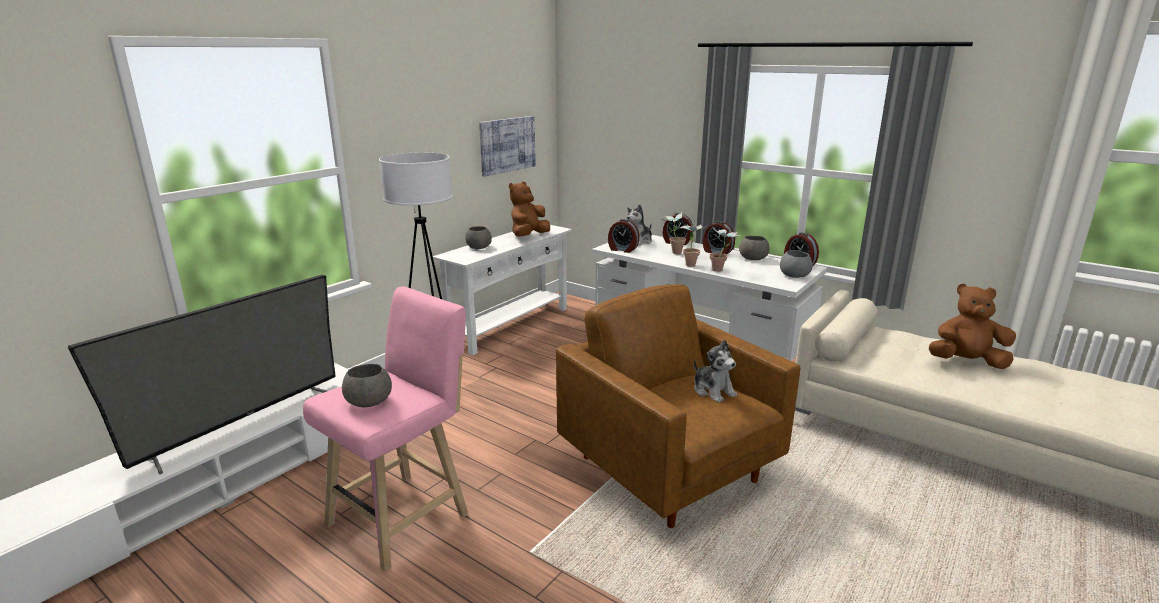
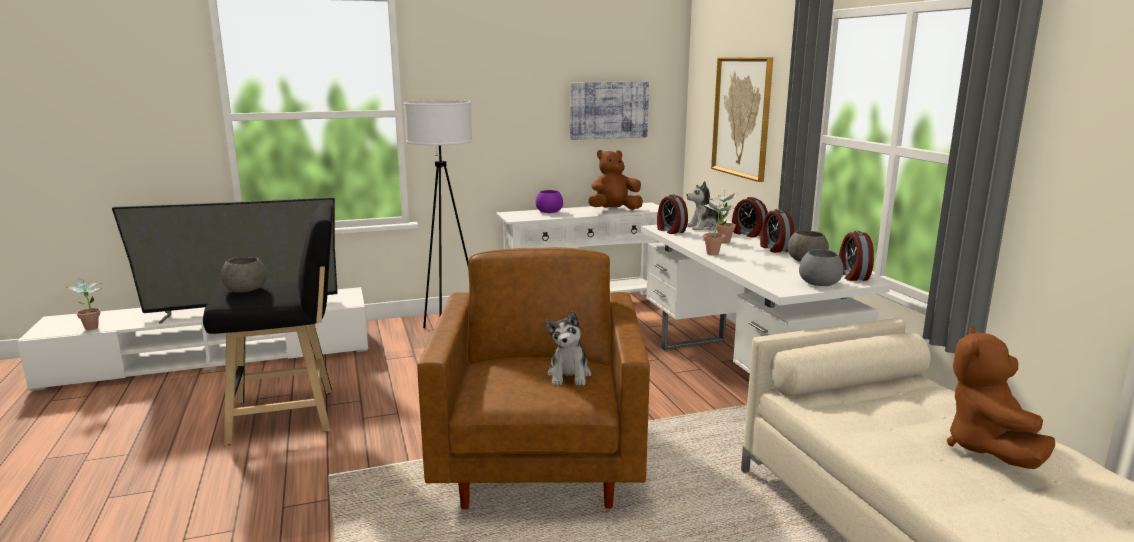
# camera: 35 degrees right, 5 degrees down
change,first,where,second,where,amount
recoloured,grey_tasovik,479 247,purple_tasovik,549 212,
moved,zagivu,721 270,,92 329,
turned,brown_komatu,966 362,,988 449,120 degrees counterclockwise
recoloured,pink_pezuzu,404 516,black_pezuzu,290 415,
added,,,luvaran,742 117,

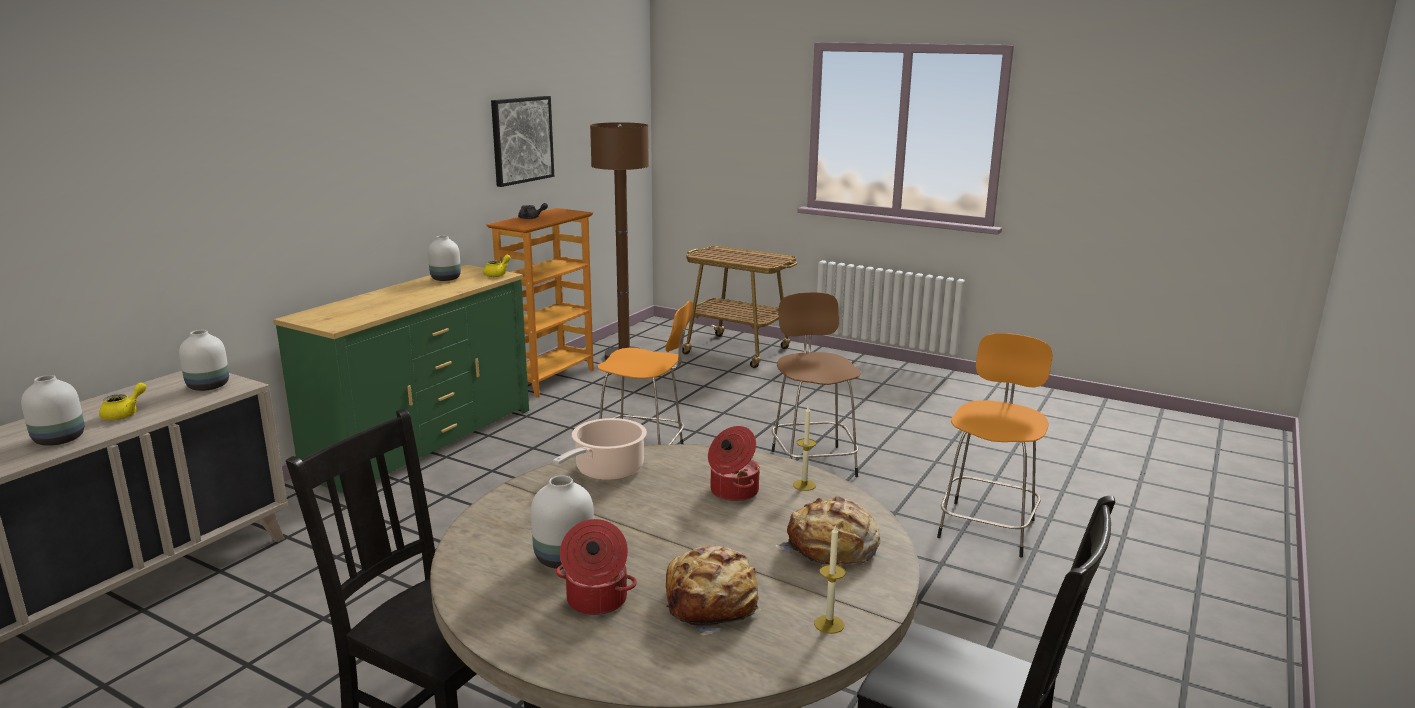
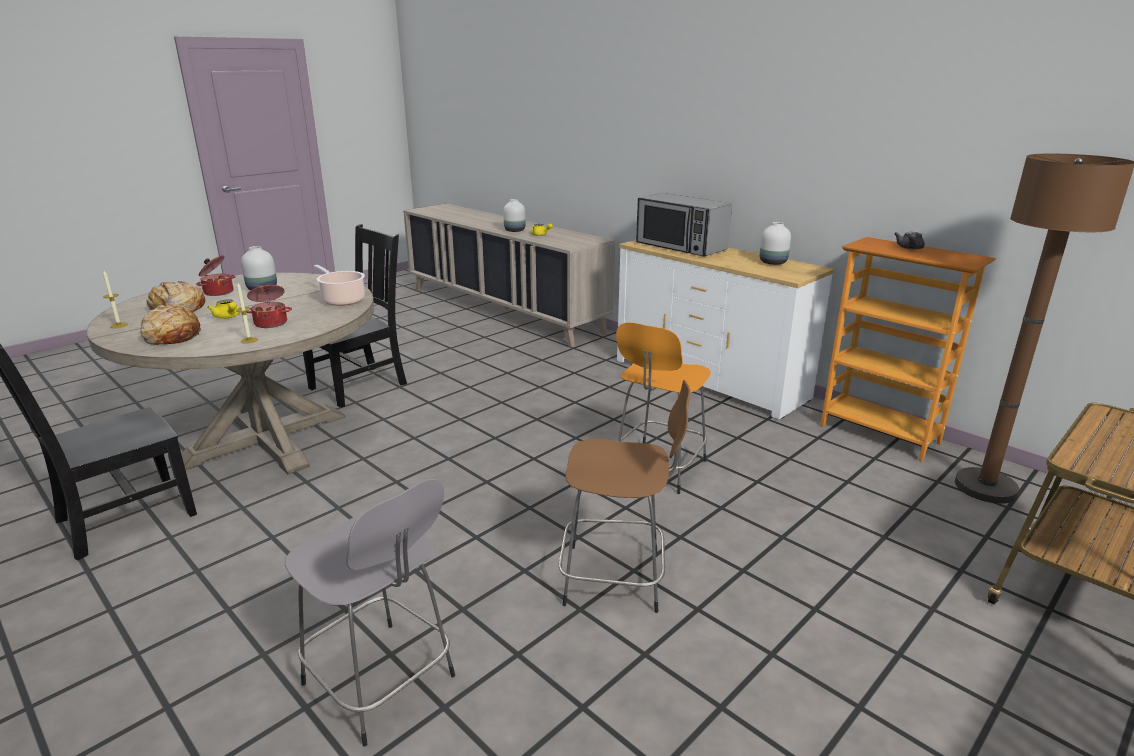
# camera: 105 degrees right, 5 degrees up
change,first,where,second,where,amount
removed,luvaran,521 140,,,
moved,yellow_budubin,498 274,,228 317,
recoloured,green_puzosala,423 442,white_puzosala,709 379,
removed,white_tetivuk,207 387,,,
recoloured,orange_pezuzu,987 526,grey_pezuzu,382 683,
added,,,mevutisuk,680 247,

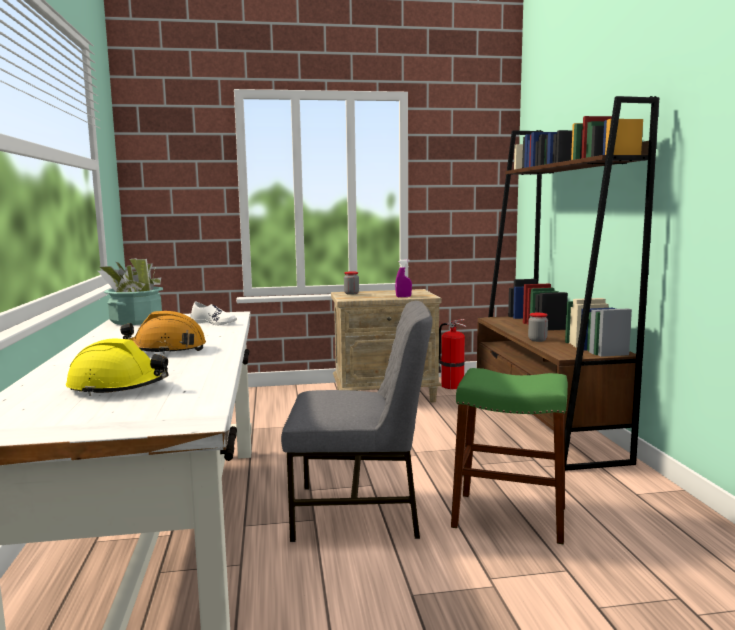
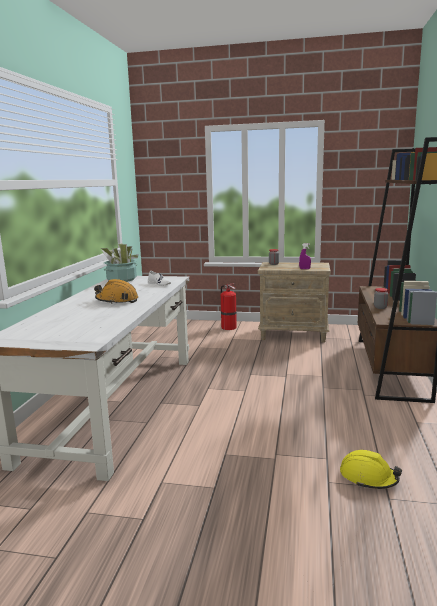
# camera: 20 degrees right, 5 degrees up
change,first,where,second,where,amount
removed,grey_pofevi,360 512,,,
moved,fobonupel,451 385,,228 327,
moved,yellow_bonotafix,118 387,,368 477,
removed,green_pezuzu,509 517,,,

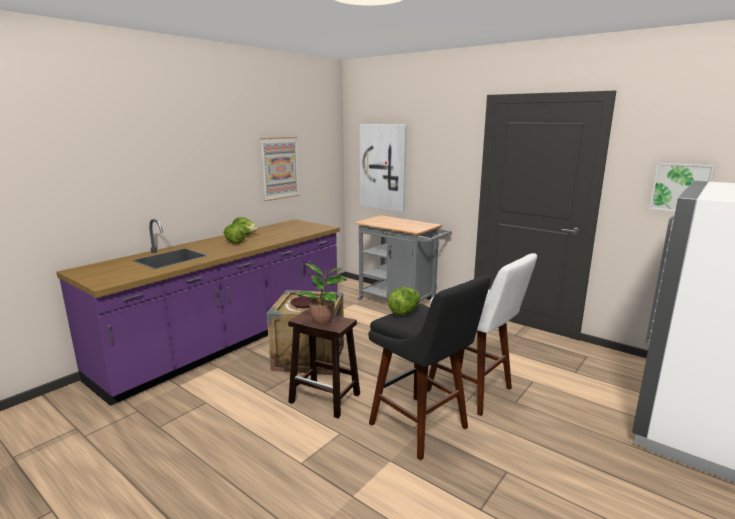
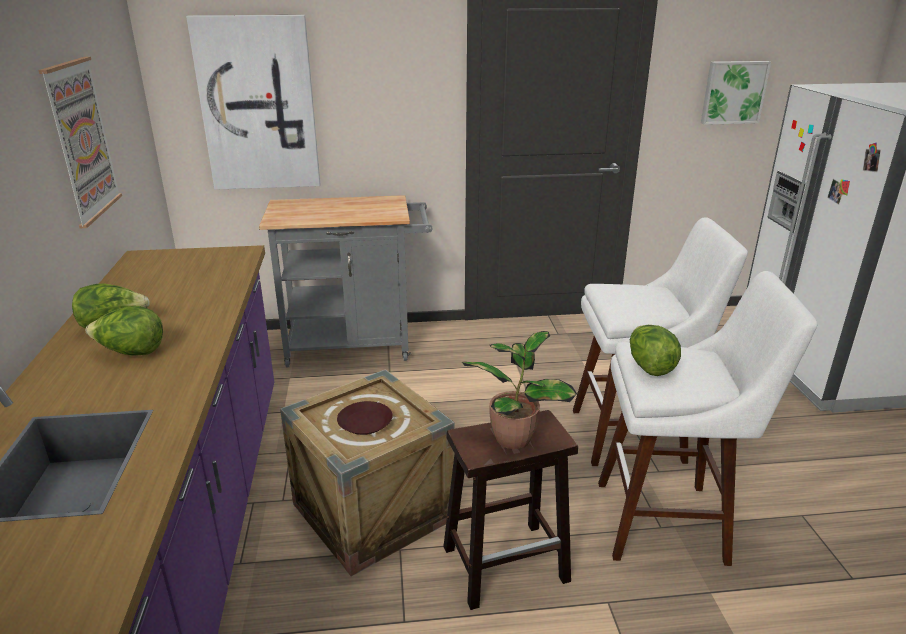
# camera: 45 degrees left, 10 degrees up
change,first,where,second,where,amount
recoloured,black_pezuzu,423 429,white_pezuzu,670 521,

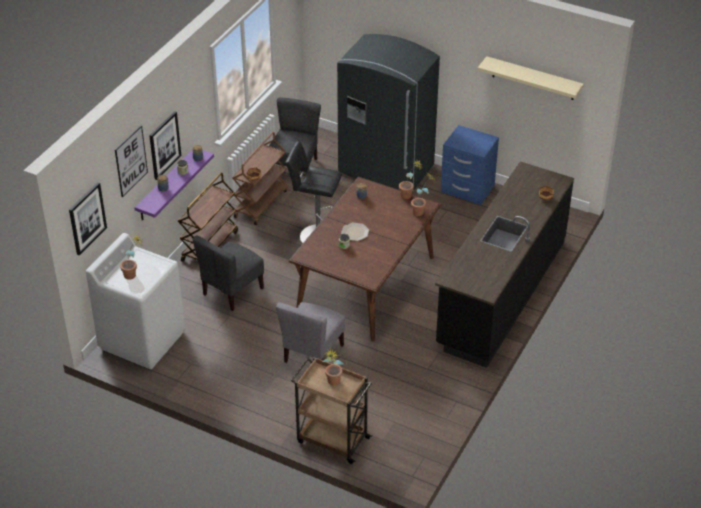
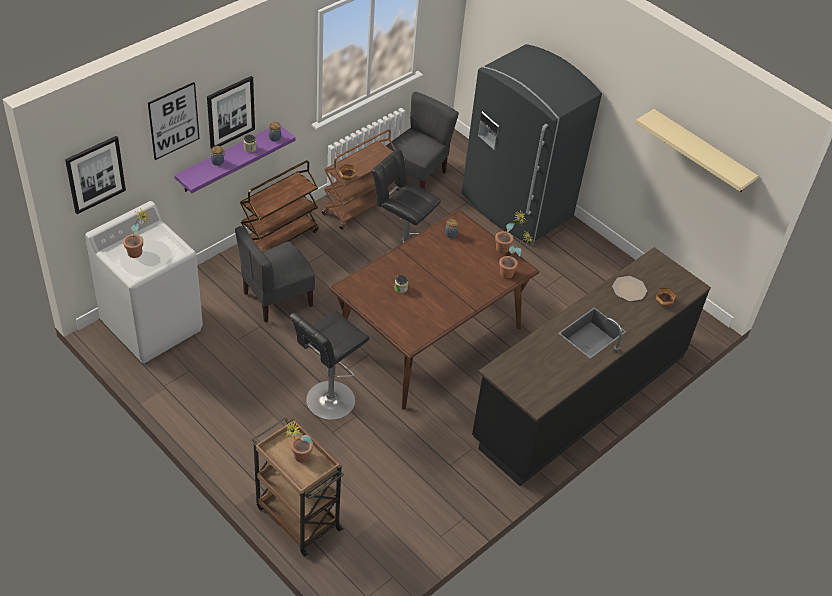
# camera: 15 degrees right, 5 degrees up
change,first,where,second,where,amount
removed,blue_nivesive,467 189,,,
moved,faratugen,355 232,,629 289,
replaced,grey_pofevi,312 353,black_pezuzu,328 402,

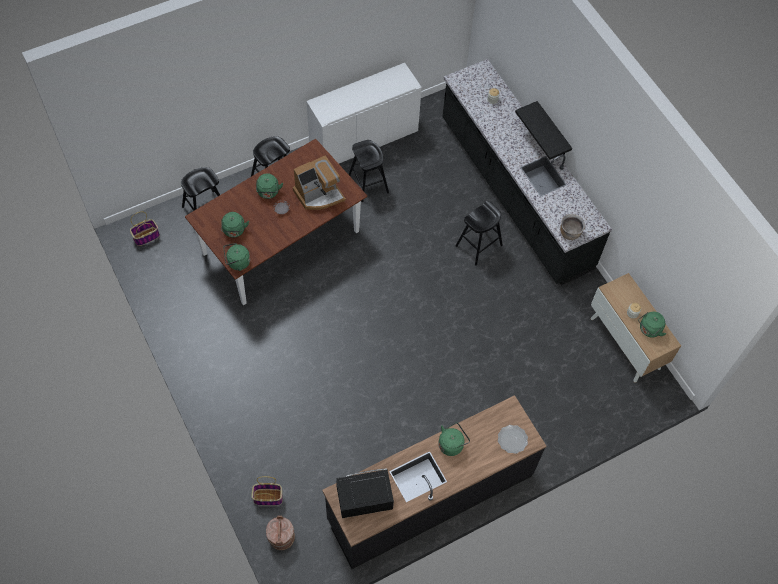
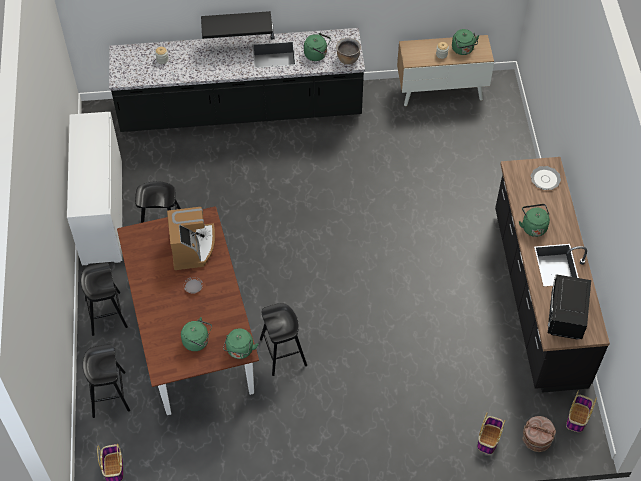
# camera: 65 degrees left, 5 degrees down
change,first,where,second,where,amount
moved,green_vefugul,268 192,,317 54,
moved,black_pezuzu,479 245,,283 352,
added,,,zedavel,577 418,

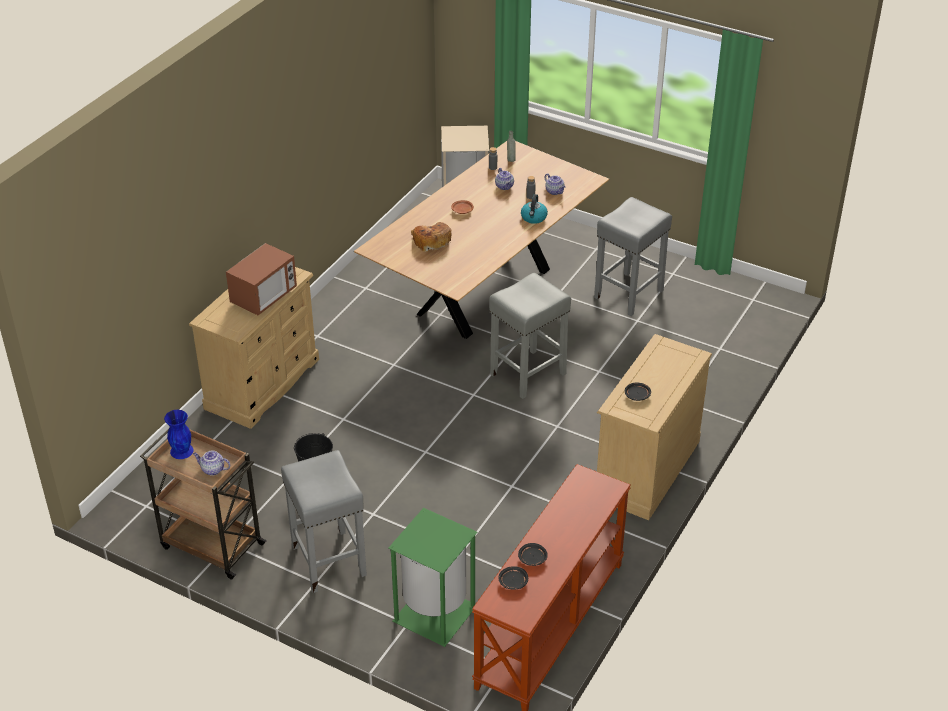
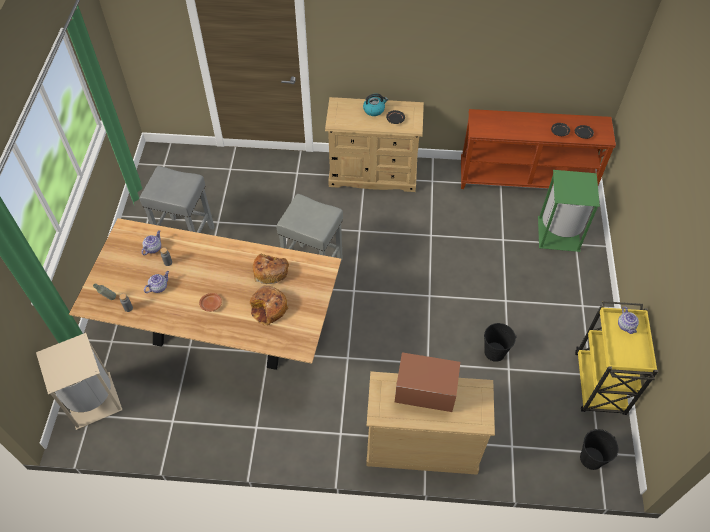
# camera: 115 degrees left, 15 degrees up
change,first,where,second,where,amount
moved,vefugul,534 218,,374 110,
removed,blue_tetivuk,182 451,,,
recoloured,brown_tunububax,211 545,yellow_tunububax,599 385,
removed,grey_pezuzu,328 560,,,
added,,,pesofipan,270 271,
added,,,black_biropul,591 458,

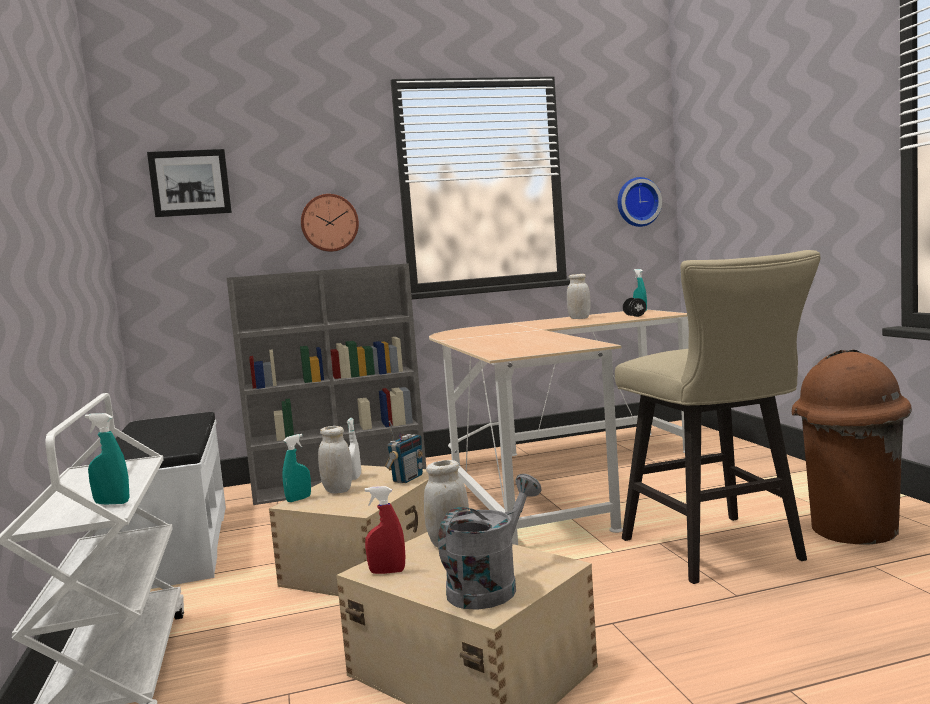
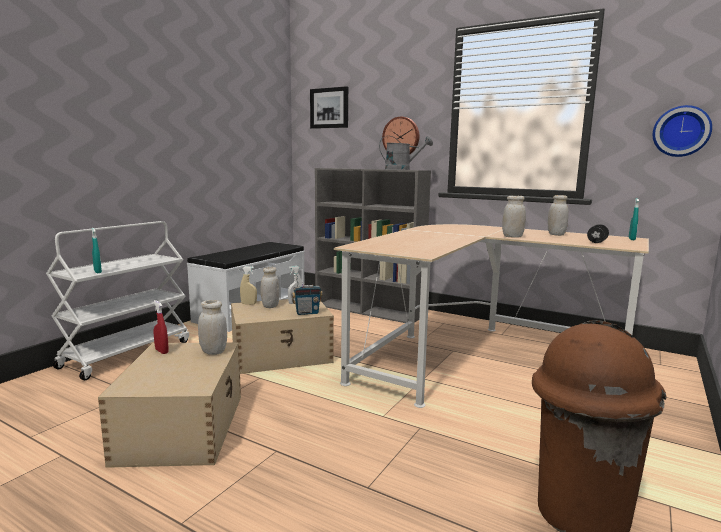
# camera: 45 degrees right, 5 degrees up
change,first,where,second,where,amount
removed,beige_pezuzu,719 553,,,
recoloured,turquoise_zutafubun,299 499,beige_zutafubun,248 304,
moved,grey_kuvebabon,490 586,,402 169,
added,,,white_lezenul,512 237,

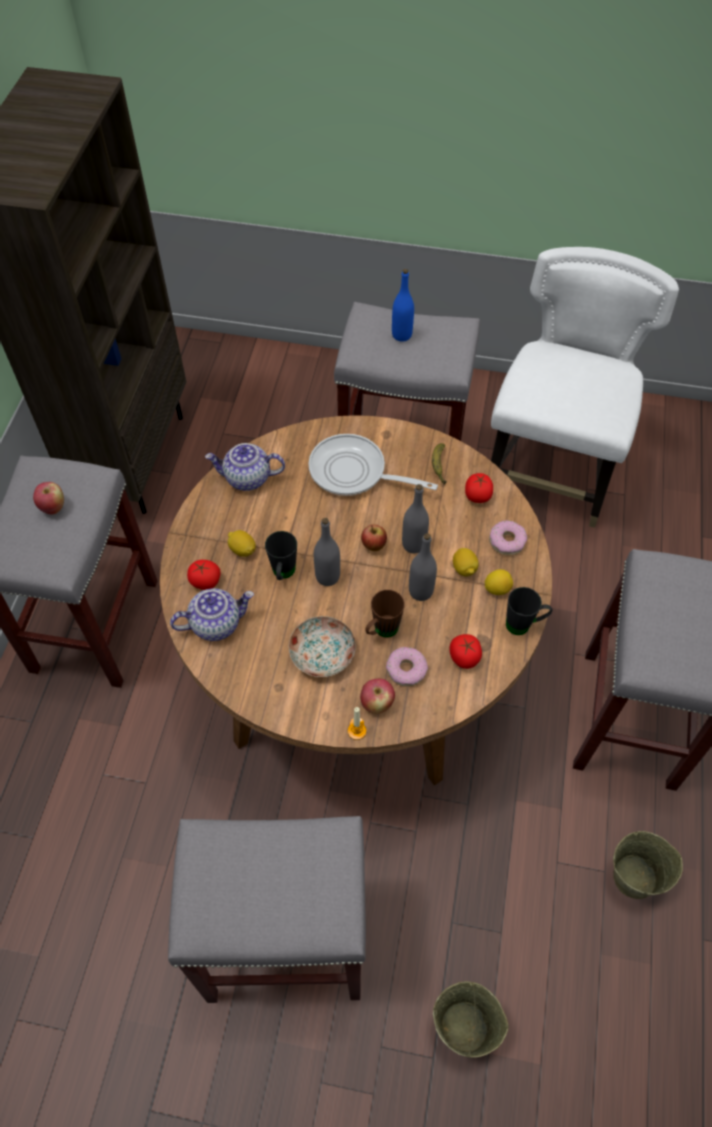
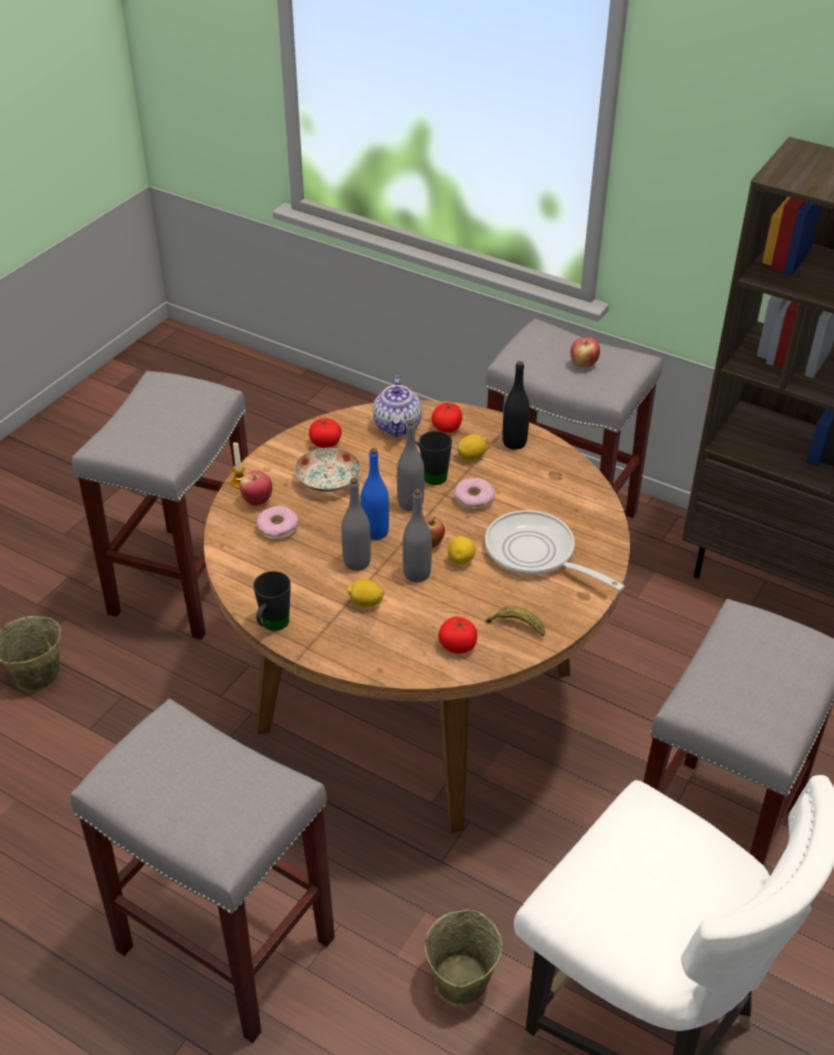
# camera: 110 degrees right, 15 degrees down
change,first,where,second,where,amount
moved,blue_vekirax,401 335,,375 532,
turned,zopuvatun,354 472,,536 554,90 degrees counterclockwise
removed,budubin,247 478,,,
moved,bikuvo,506 541,,474 499,
moved,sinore,497 589,,461 560,
removed,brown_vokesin,381 631,,,
moved,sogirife,464 657,,325 443,
moved,beige_biropul,635 877,,460 981,
added,,,black_vekirax,514 442,

